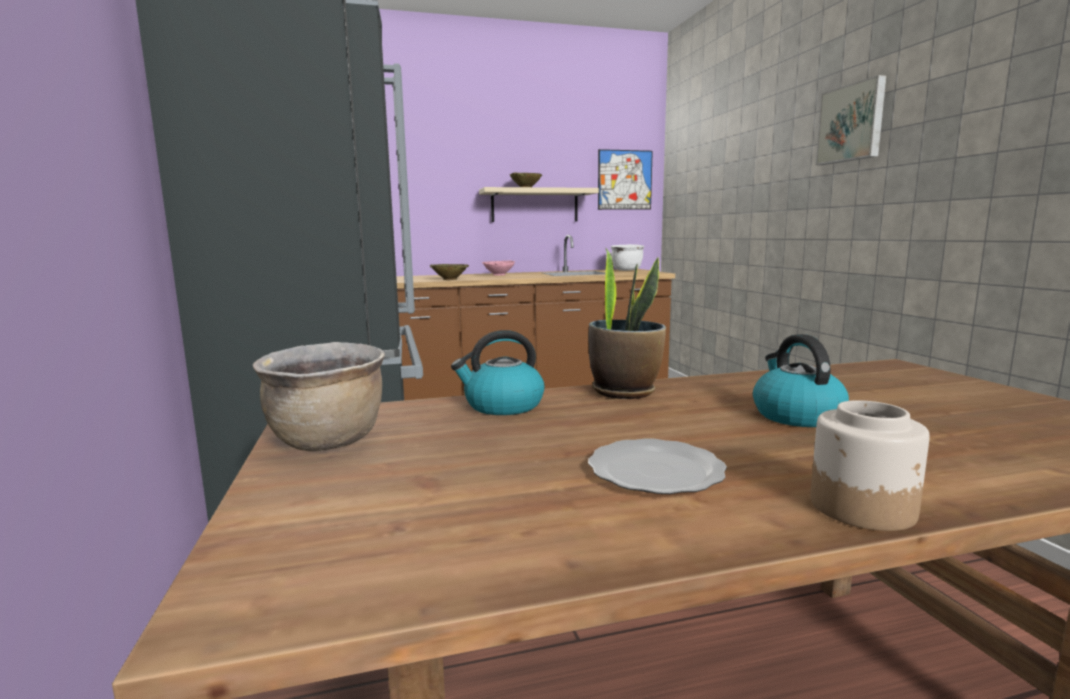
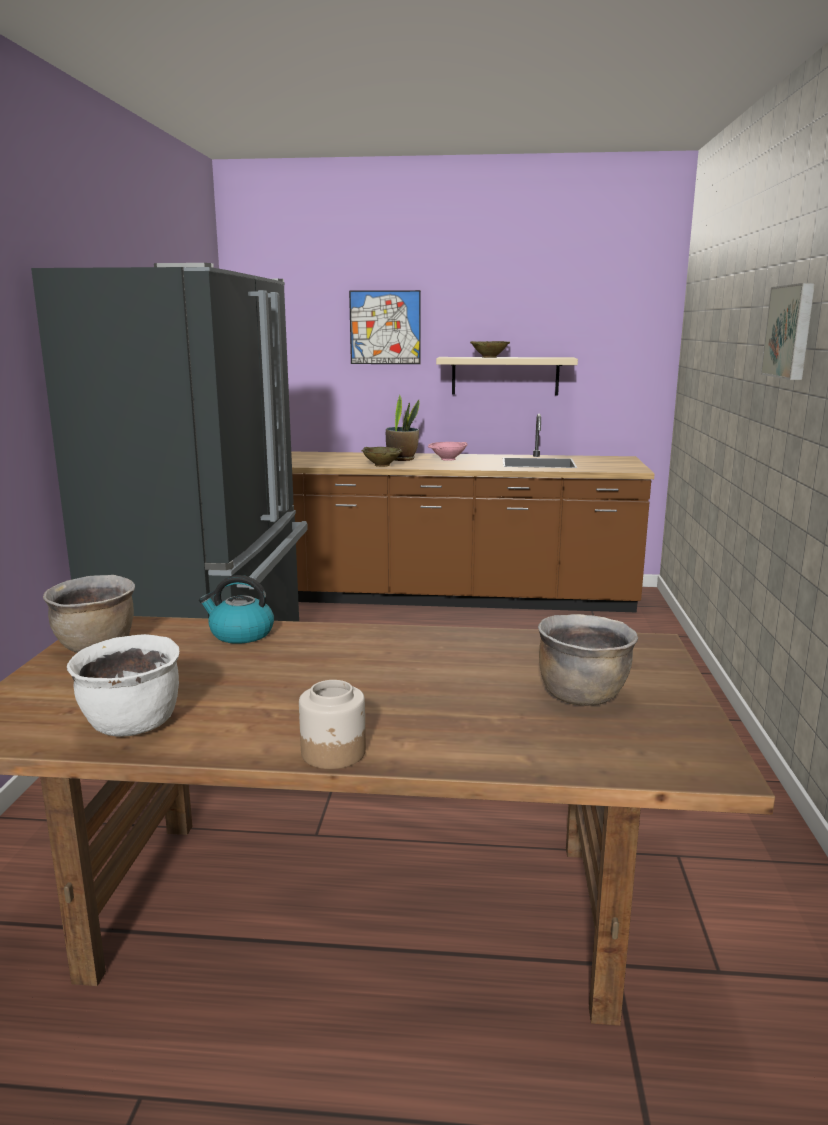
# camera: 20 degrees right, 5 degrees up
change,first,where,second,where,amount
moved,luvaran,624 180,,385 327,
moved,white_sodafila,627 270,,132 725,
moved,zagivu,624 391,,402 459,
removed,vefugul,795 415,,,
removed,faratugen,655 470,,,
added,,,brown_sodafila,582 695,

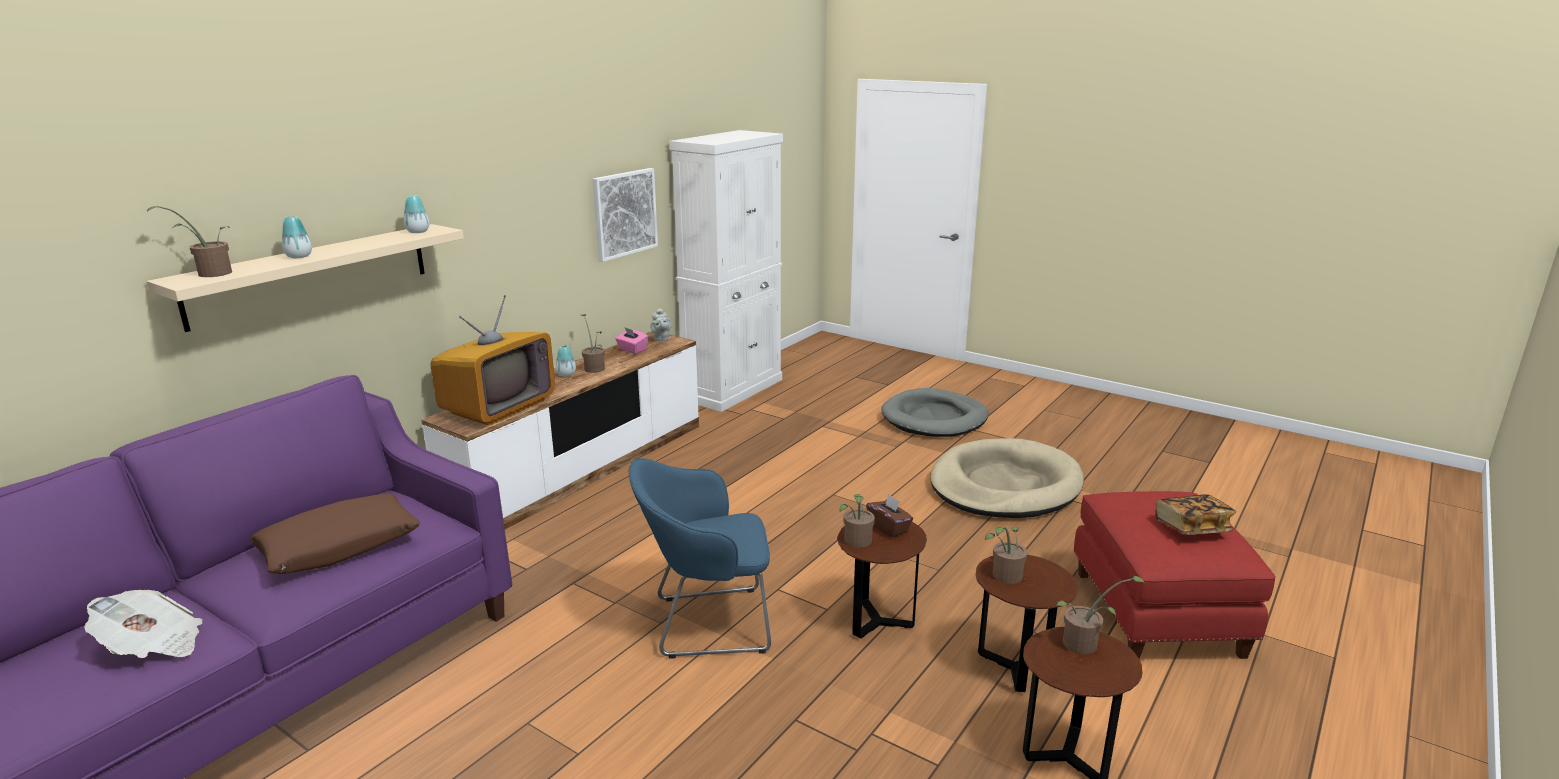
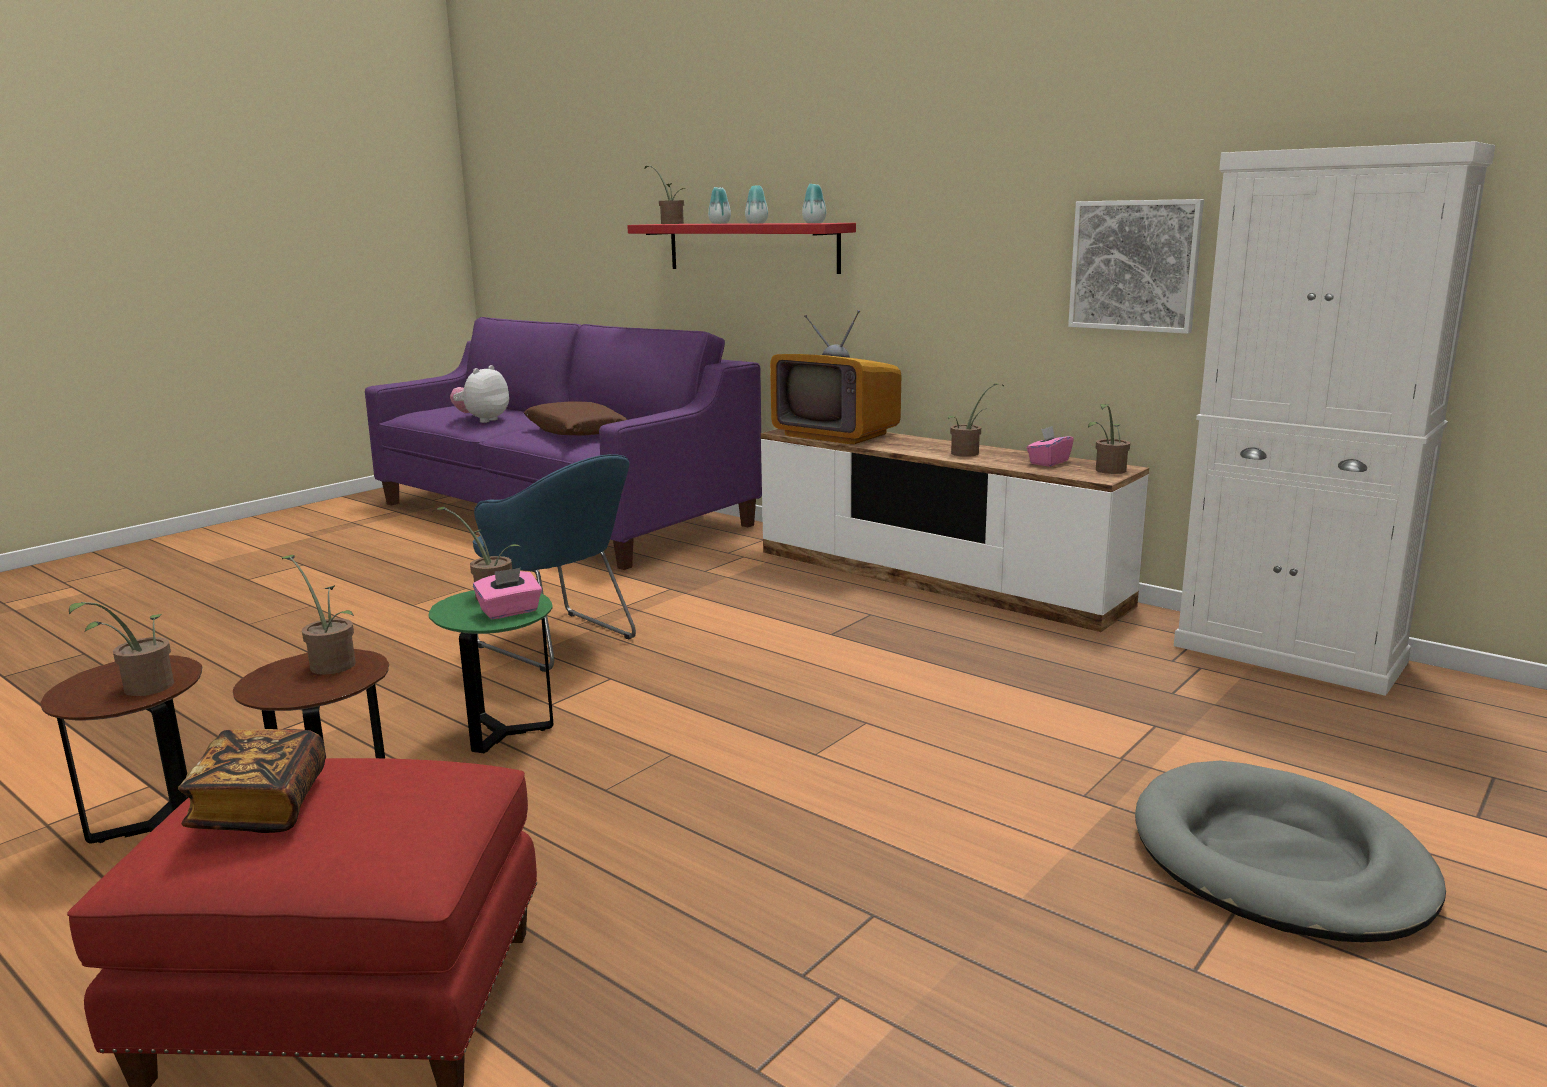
# camera: 95 degrees right, 5 degrees down
change,first,where,second,where,amount
recoloured,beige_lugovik,311 274,red_lugovik,751 247,
replaced,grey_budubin,661 339,zagivu,1108 471,
moved,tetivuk,566 374,,756 223,
removed,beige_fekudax,1004 485,,,
turned,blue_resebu,705 623,,562 643,135 degrees clockwise
recoloured,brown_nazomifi,889 528,pink_nazomifi,510 611,
recoloured,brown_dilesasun,877 622,green_dilesasun,503 733,
replaced,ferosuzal,153 646,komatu,482 420,

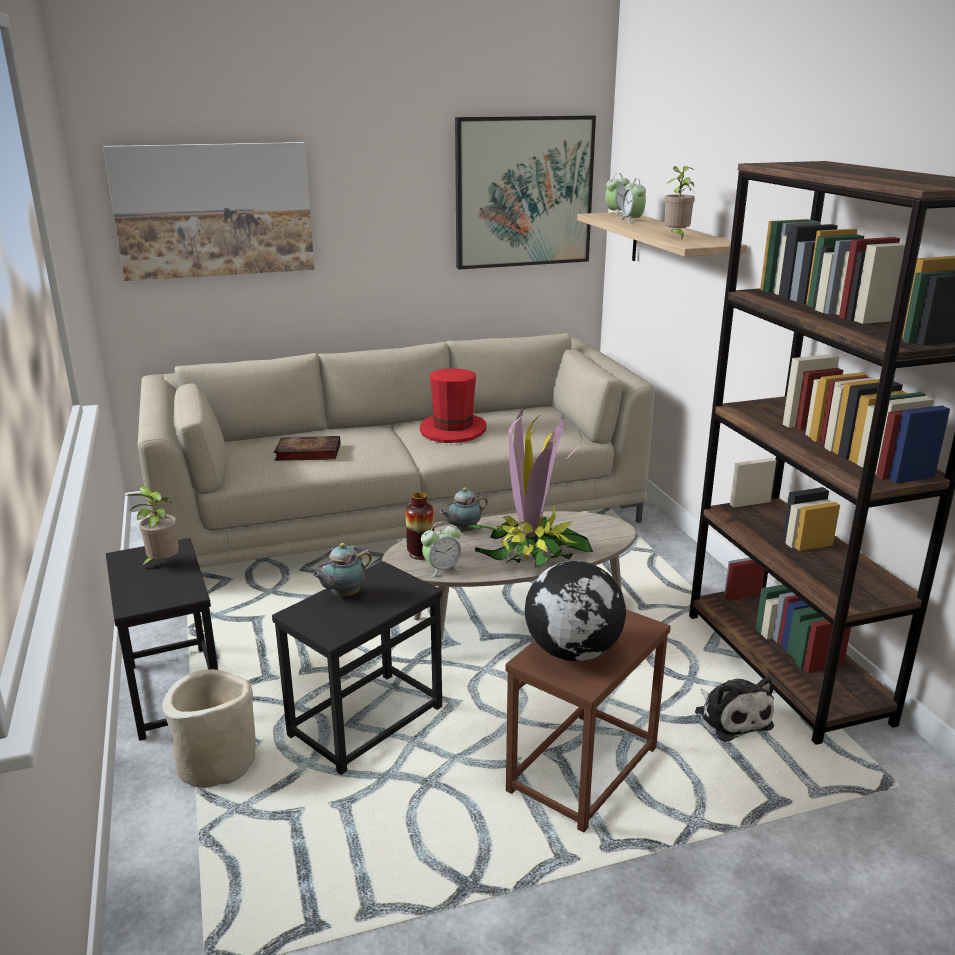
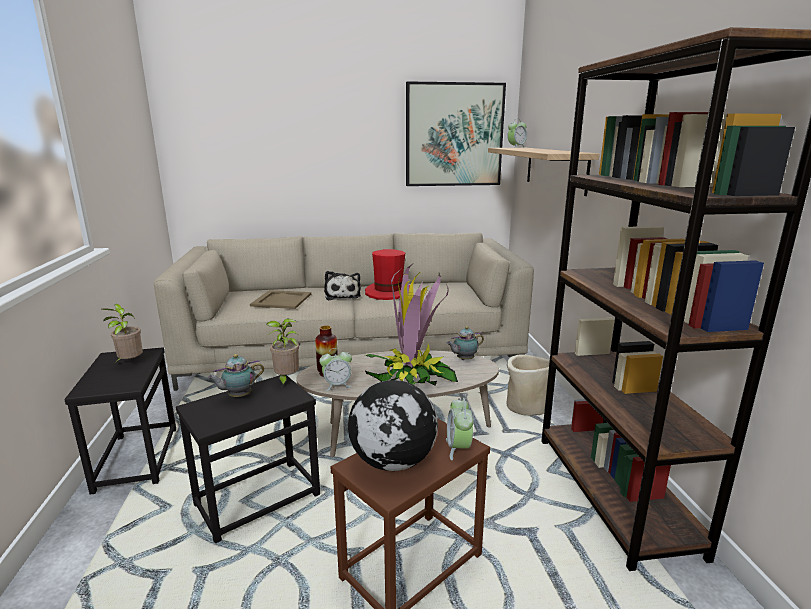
# camera: 10 degrees right, 5 degrees down
change,first,where,second,where,amount
removed,luvaran,214 210,,,
moved,zagivu,676 237,,286 380,
moved,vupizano,632 221,,458 448,
replaced,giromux,306 453,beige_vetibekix,281 300,
moved,budubin,463 531,,464 359,
moved,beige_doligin,217 762,,527 406,
moved,komatu,730 717,,342 295,

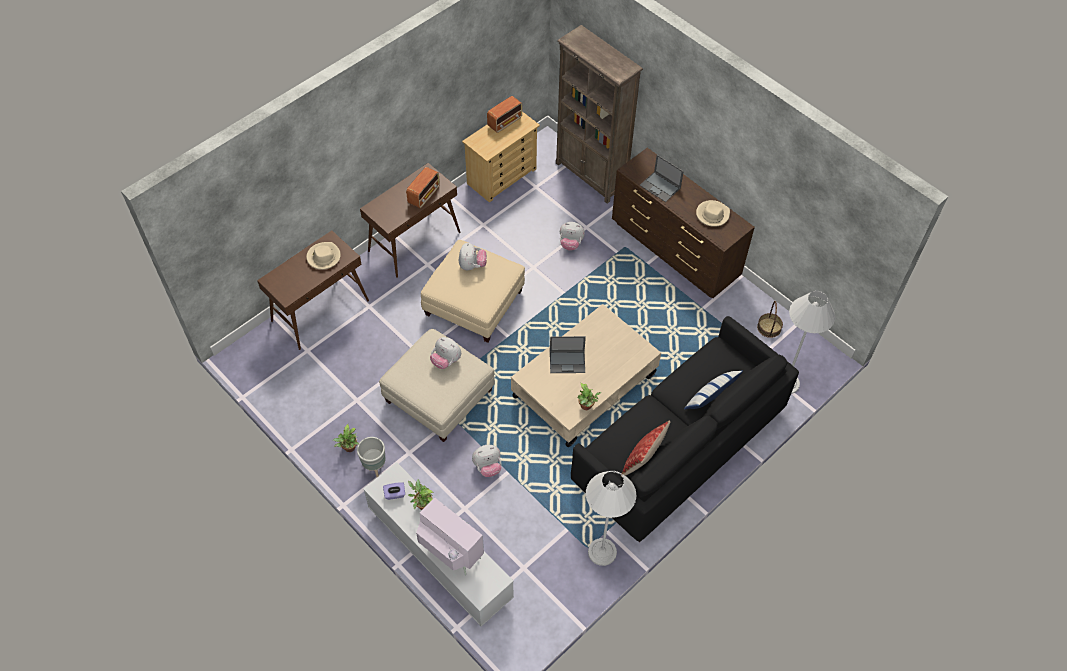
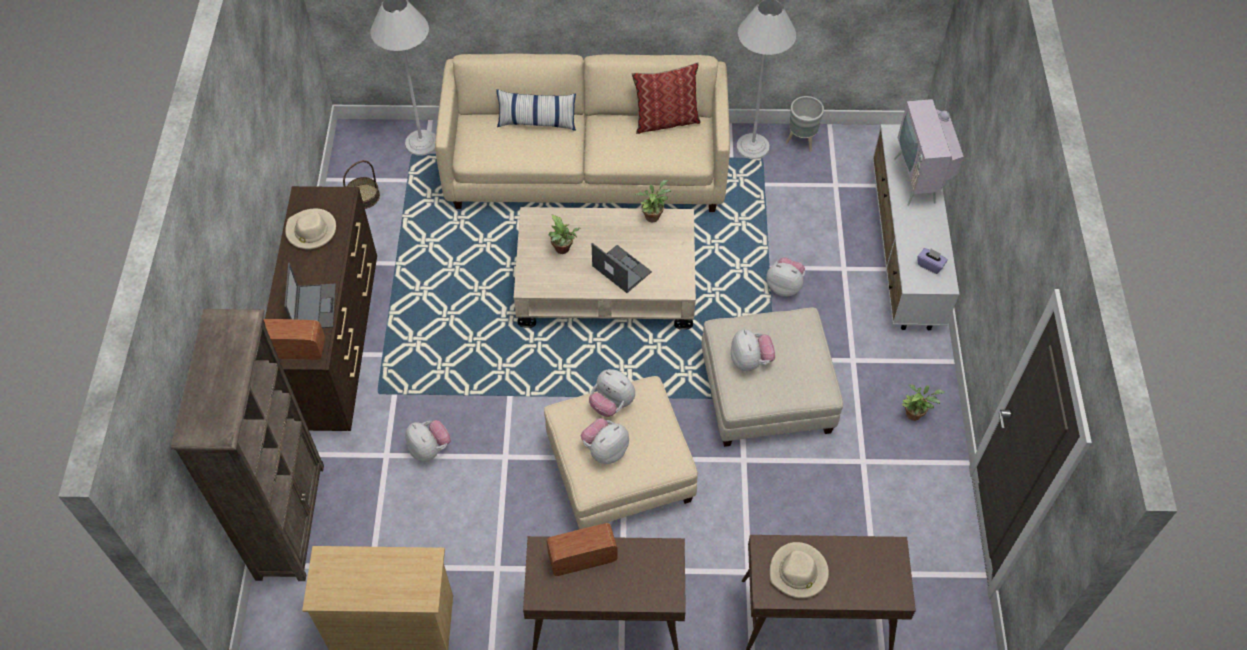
# camera: 135 degrees left, 0 degrees up
change,first,where,second,where,amount
moved,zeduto,505 122,,294 350,
recoloured,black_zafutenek,679 447,beige_zafutenek,586 168,
moved,grey_doligin,375 468,,802 142,
moved,zagivu,422 504,,563 250,
added,,,komatu,612 404,

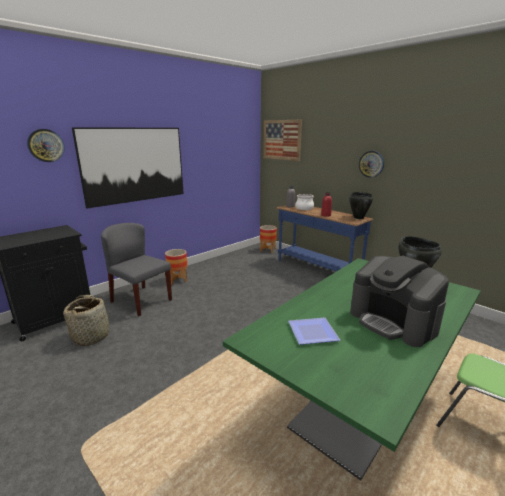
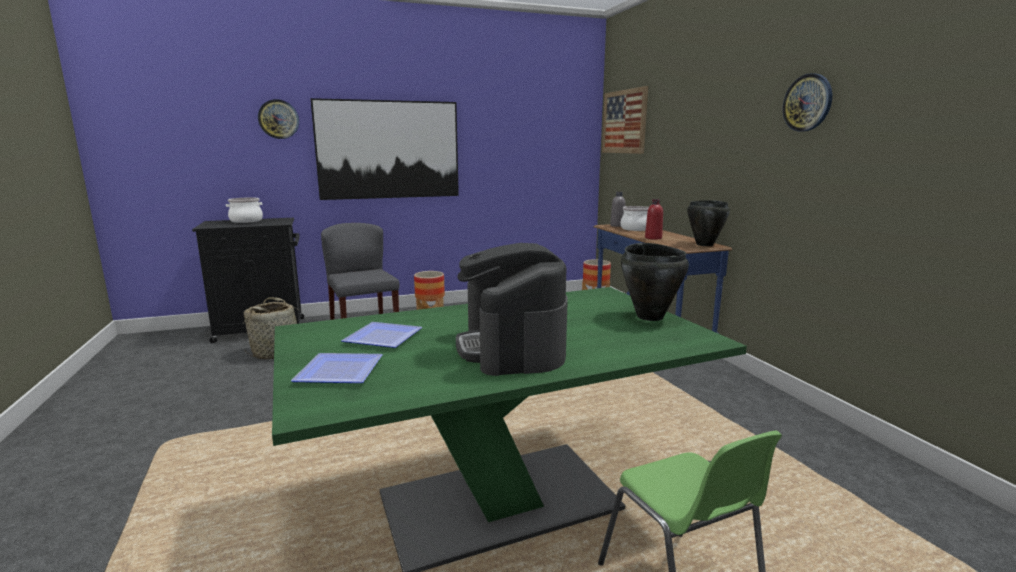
# camera: 25 degrees right, 5 degrees down
change,first,where,second,where,amount
moved,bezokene,371 164,,807 103,
added,,,sodafila,246 221,
added,,,faratugen,343 371,

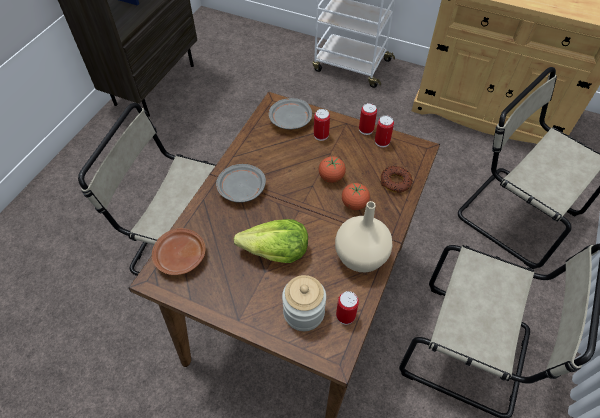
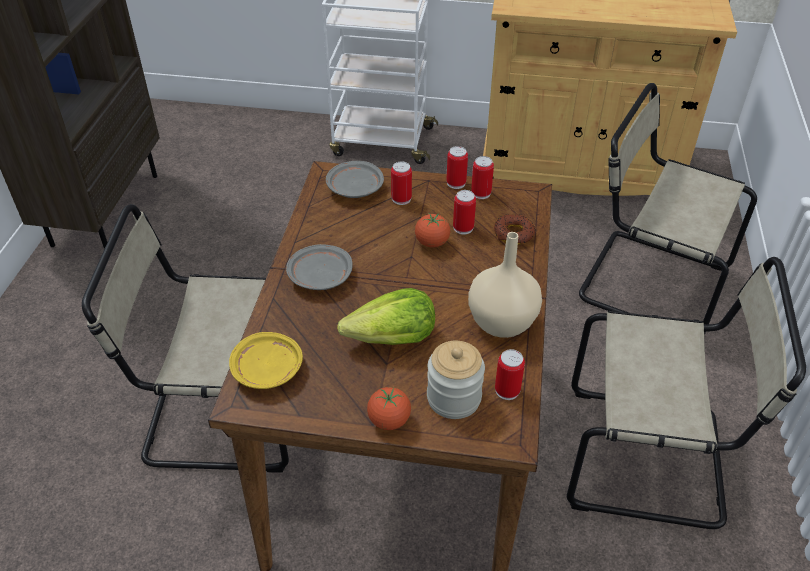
# camera: 15 degrees left, 10 degrees down
change,first,where,second,where,amount
moved,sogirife,354 204,,389 420,
recoloured,brown_faratugen,181 257,yellow_faratugen,268 370,
added,,,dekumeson,463 228,

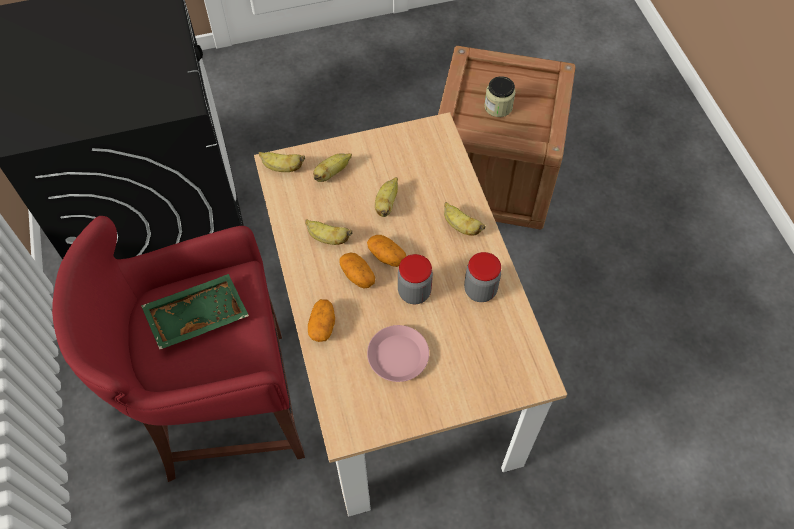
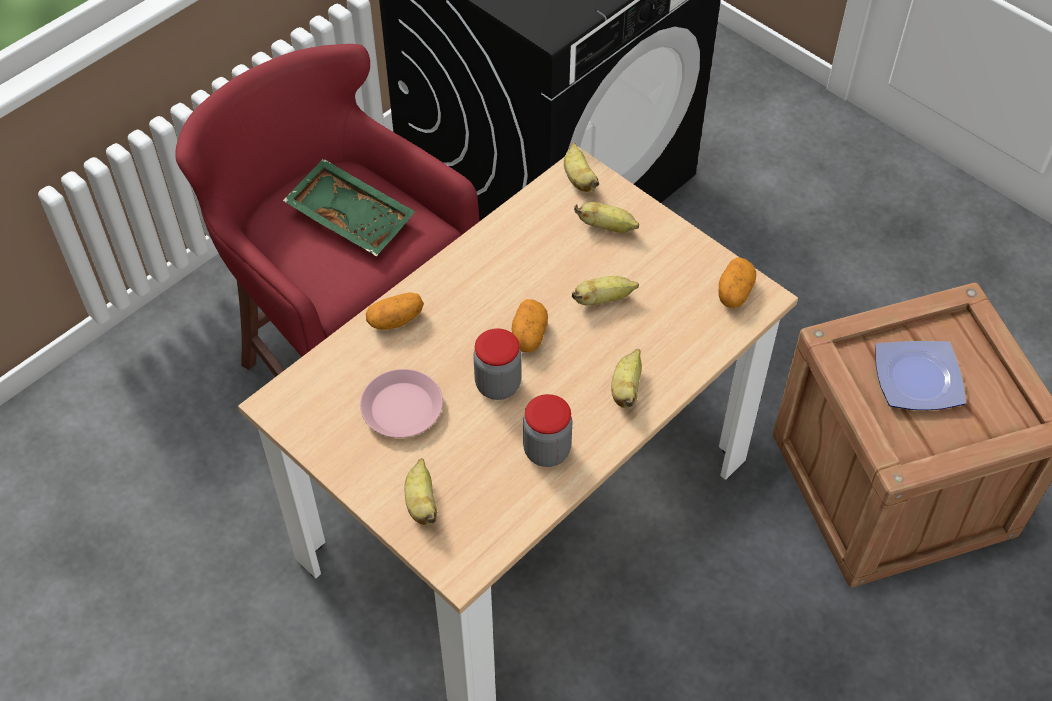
# camera: 60 degrees right, 5 degrees down
change,first,where,second,where,amount
replaced,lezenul,498 107,faratugen,916 380,
moved,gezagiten,328 238,,421 502,
moved,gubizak,358 276,,734 292,

